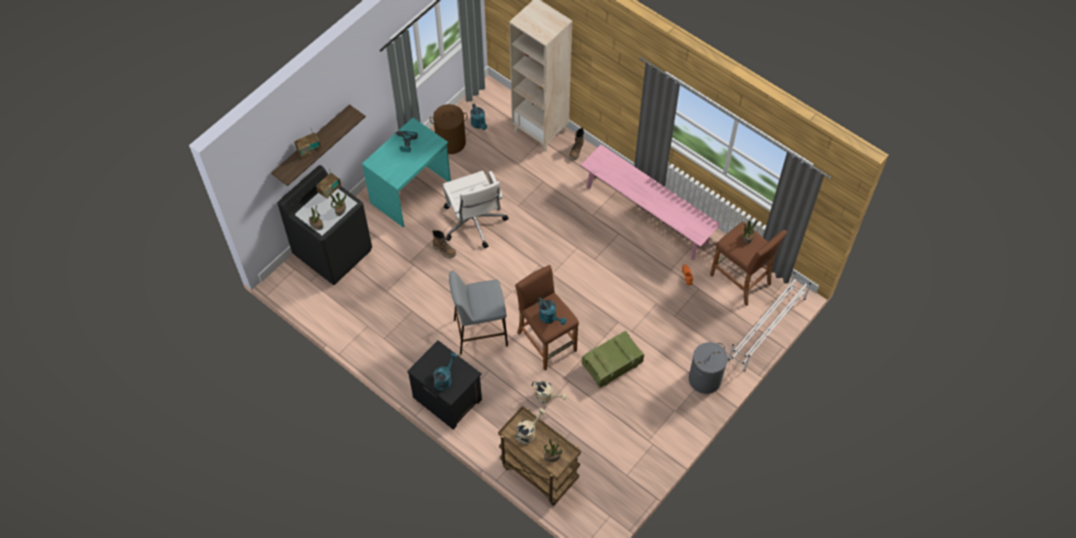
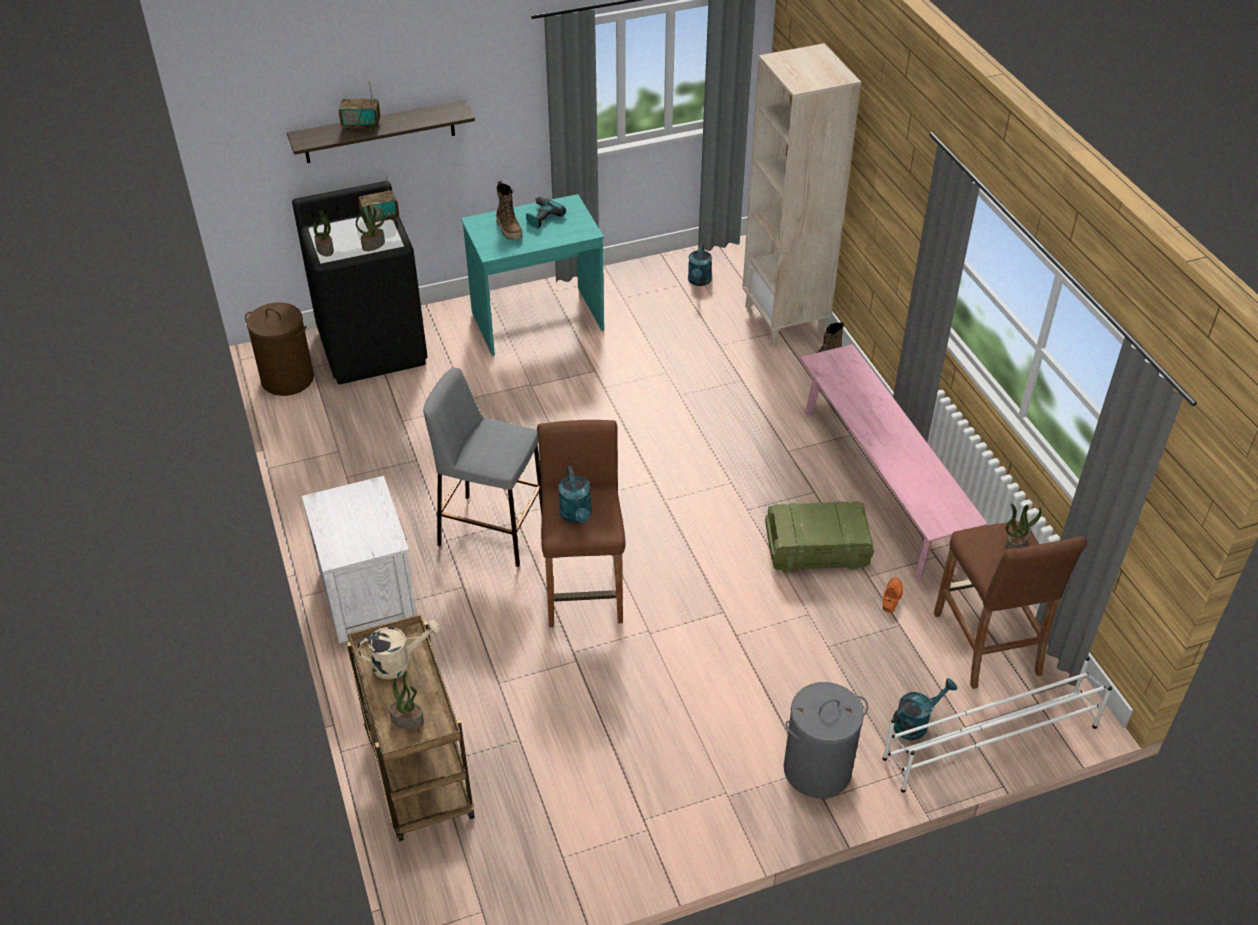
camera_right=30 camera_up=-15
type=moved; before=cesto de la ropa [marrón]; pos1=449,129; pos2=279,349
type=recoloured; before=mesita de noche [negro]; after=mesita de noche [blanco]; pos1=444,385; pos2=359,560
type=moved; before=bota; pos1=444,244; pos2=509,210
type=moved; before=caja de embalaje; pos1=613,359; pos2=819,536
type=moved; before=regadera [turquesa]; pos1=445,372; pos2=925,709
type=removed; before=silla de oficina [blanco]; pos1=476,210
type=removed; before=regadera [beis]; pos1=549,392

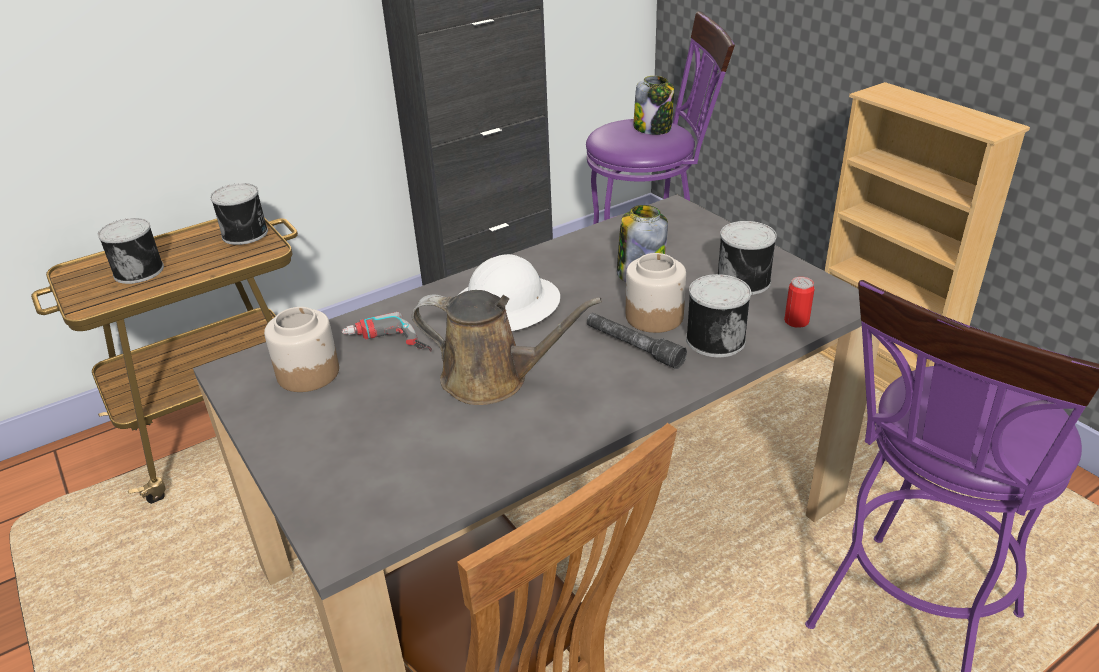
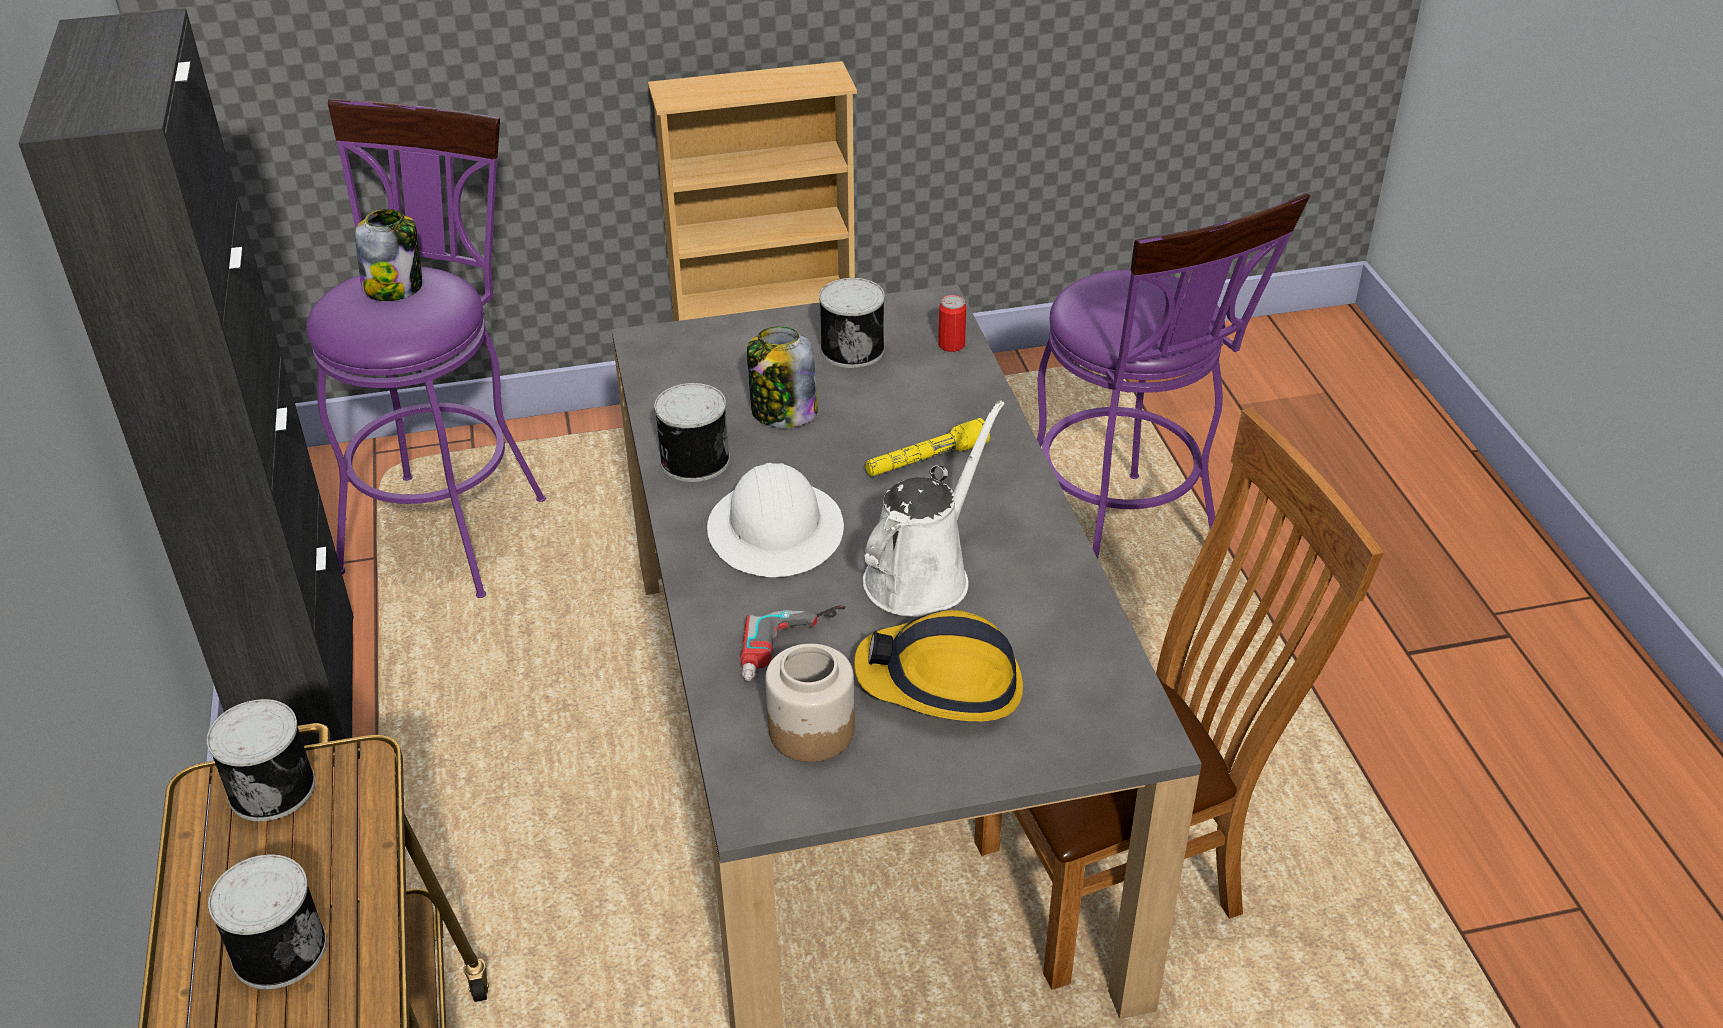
camera_right=-70 camera_up=5
type=moved; before=lata; pos1=718,315; pos2=692,432
type=added; after=casco; pos2=938,666
type=recoloured; before=regadera [marrón]; after=regadera [blanco]; pos1=507,347; pos2=934,508
type=recoloured; before=linterna [gris]; after=linterna [amarillo]; pos1=637,341; pos2=927,447
type=removed; before=tarro; pos1=656,293

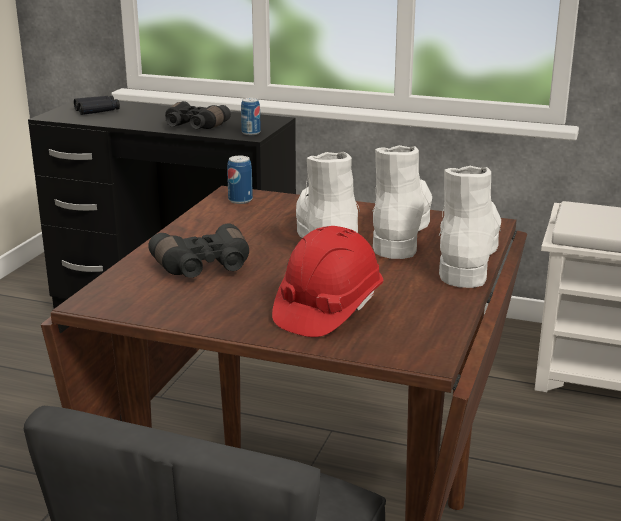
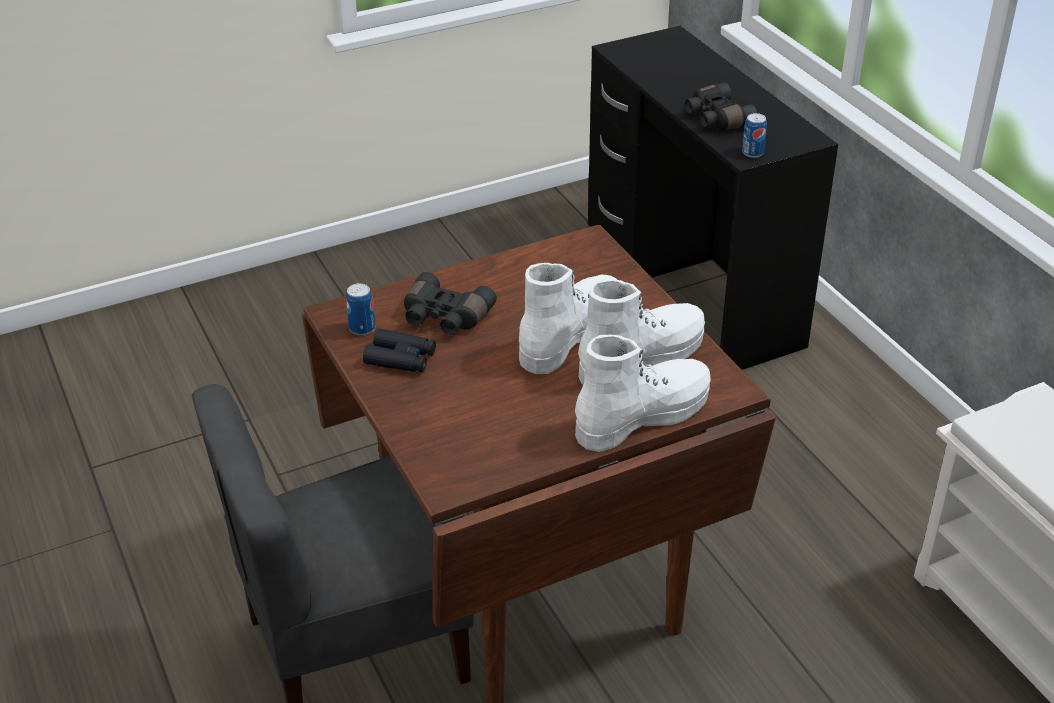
camera_right=45 camera_up=15
type=moved; before=lata; pos1=240,180; pos2=360,309
type=moved; before=prismáticos [negro]; pos1=97,105; pos2=399,350
type=removed; before=casco [rojo]; pos1=327,281

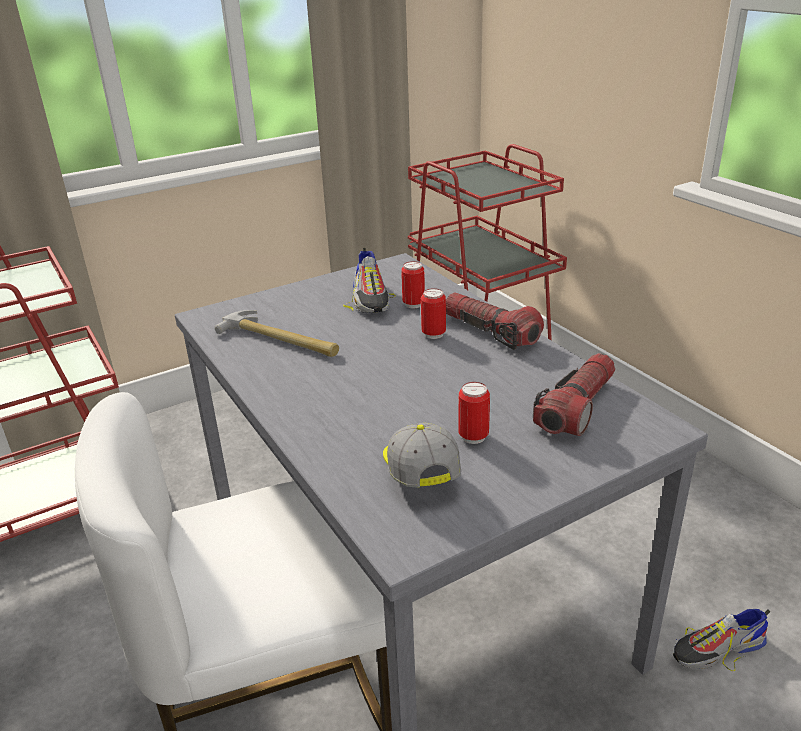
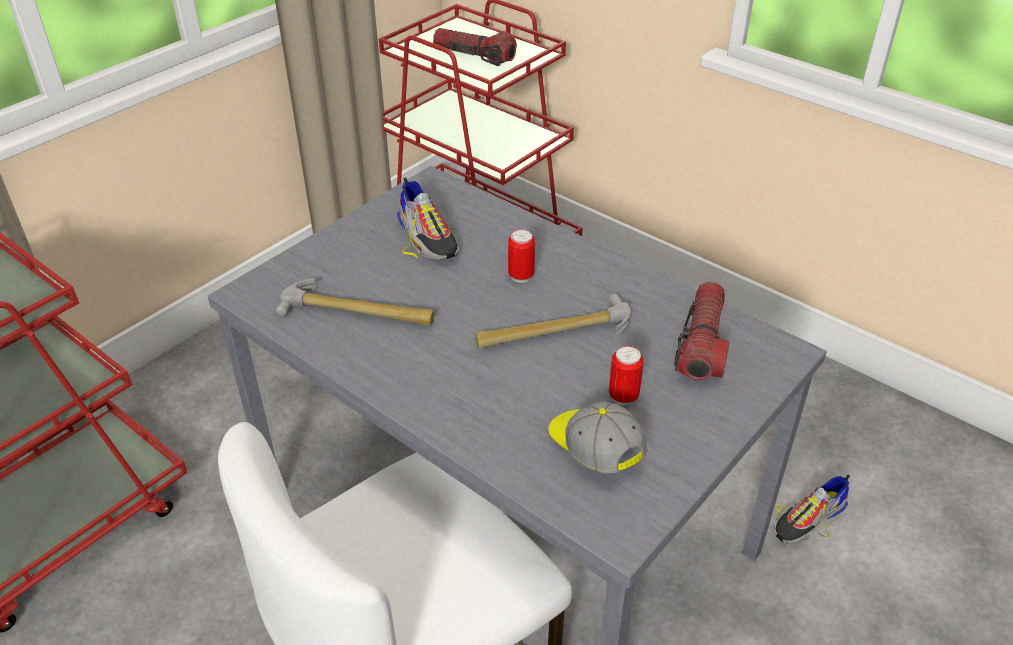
camera_right=-20 camera_up=10
type=moved; before=linterna; pos1=495,321; pos2=475,47
type=added; after=martillo; pos2=553,321
type=removed; before=lata; pos1=413,284

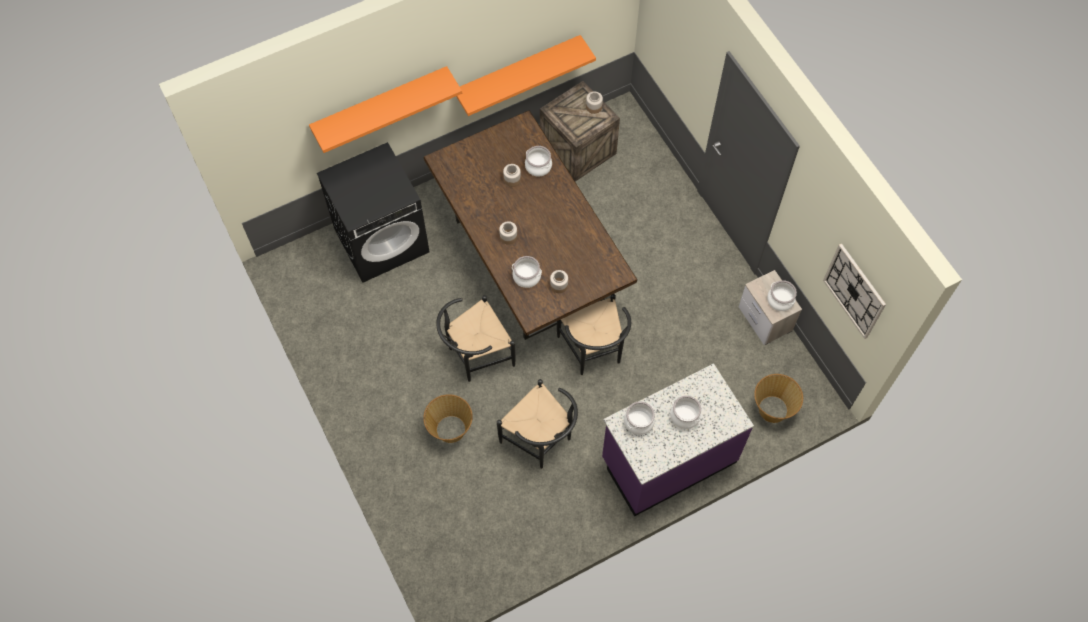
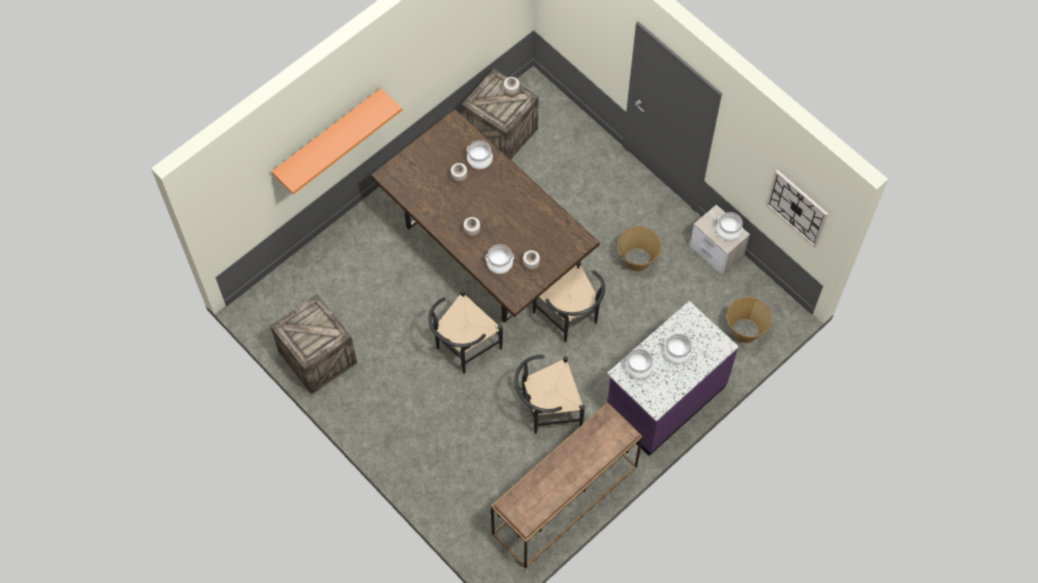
camera_right=-15 camera_up=0
type=added; after=caja de embalaje; pos2=313,344
type=added; after=mesa consola [marrón]; pos2=567,485
type=turned; before=silla [negro]; pos1=537,424; pos2=549,394; turn=135
type=moved; before=cesta; pos1=448,418; pos2=639,248
type=removed; before=lavadora [negro]; pos1=373,212
type=removed; before=estante [naranja]; pos1=526,75

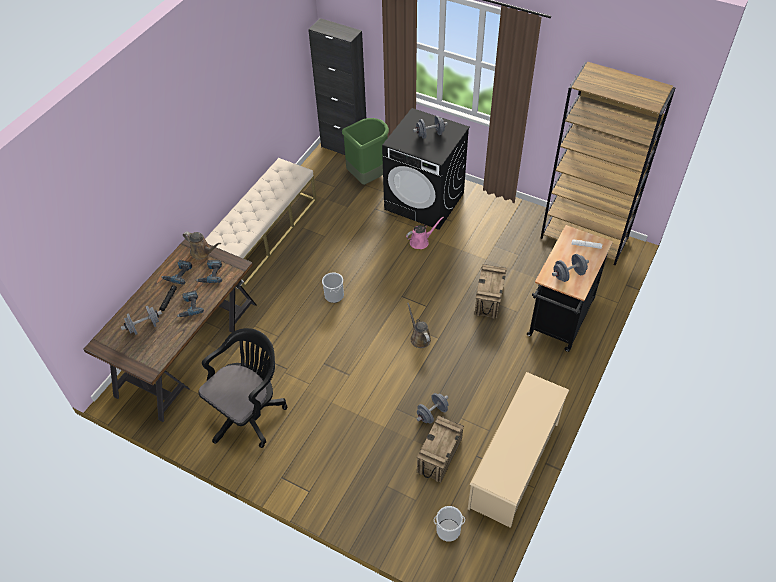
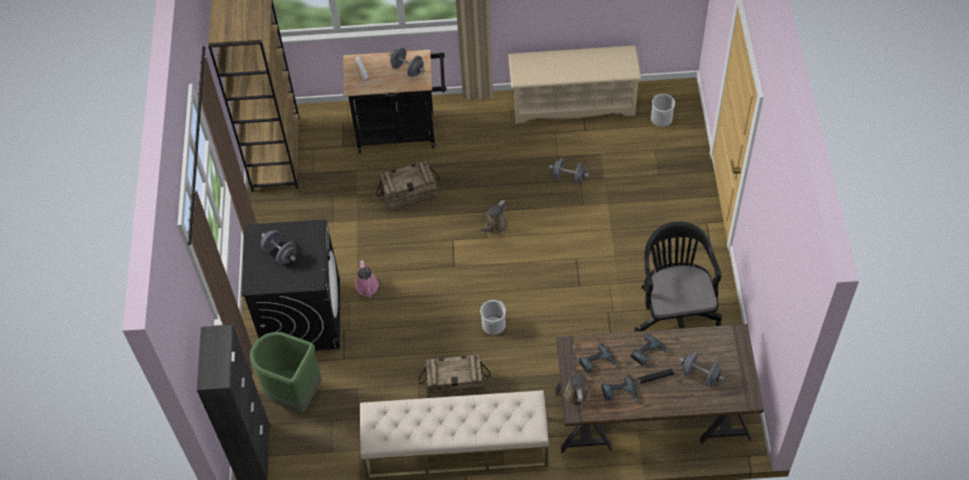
camera_right=-120 camera_up=5
type=turned; before=regadera [rosa]; pos1=425,233; pos2=367,279; turn=-135
type=moved; before=caja de embalaje; pos1=440,449; pos2=455,376
type=turned; before=silla de oficina [negro]; pos1=243,388; pos2=678,276; turn=75

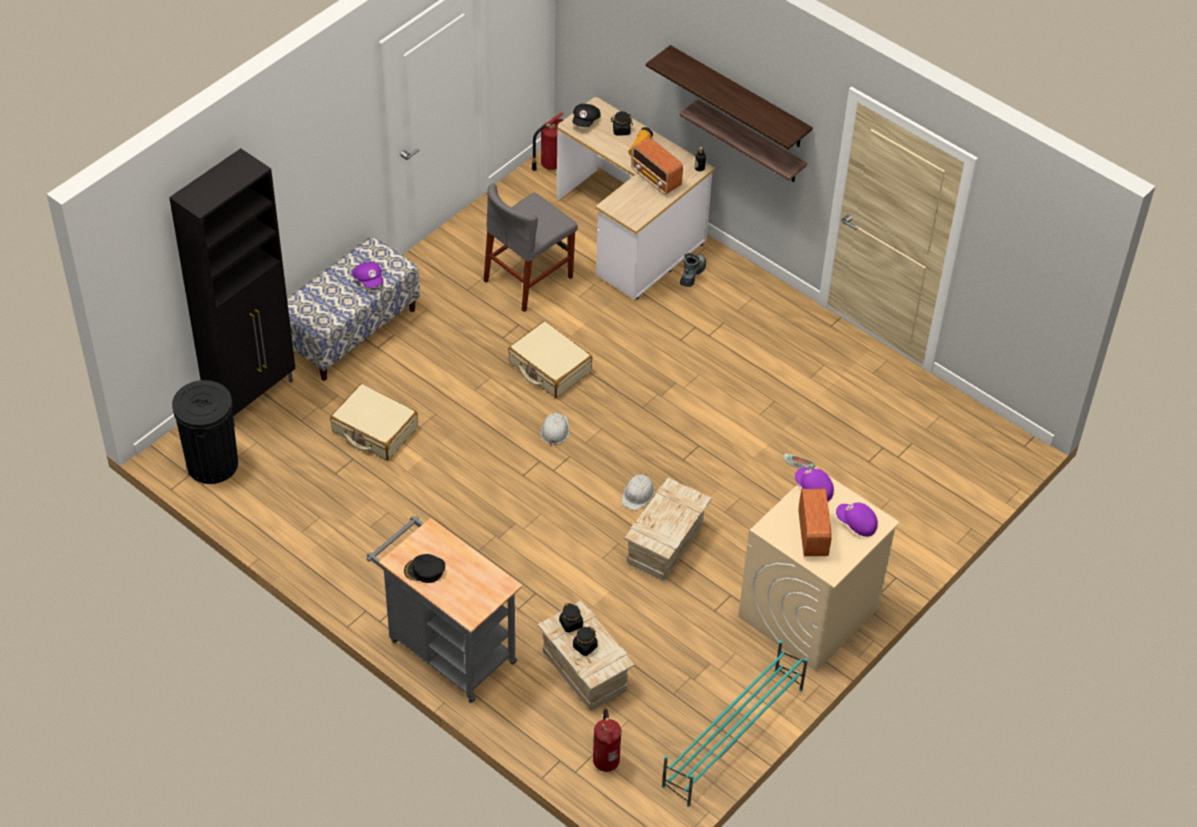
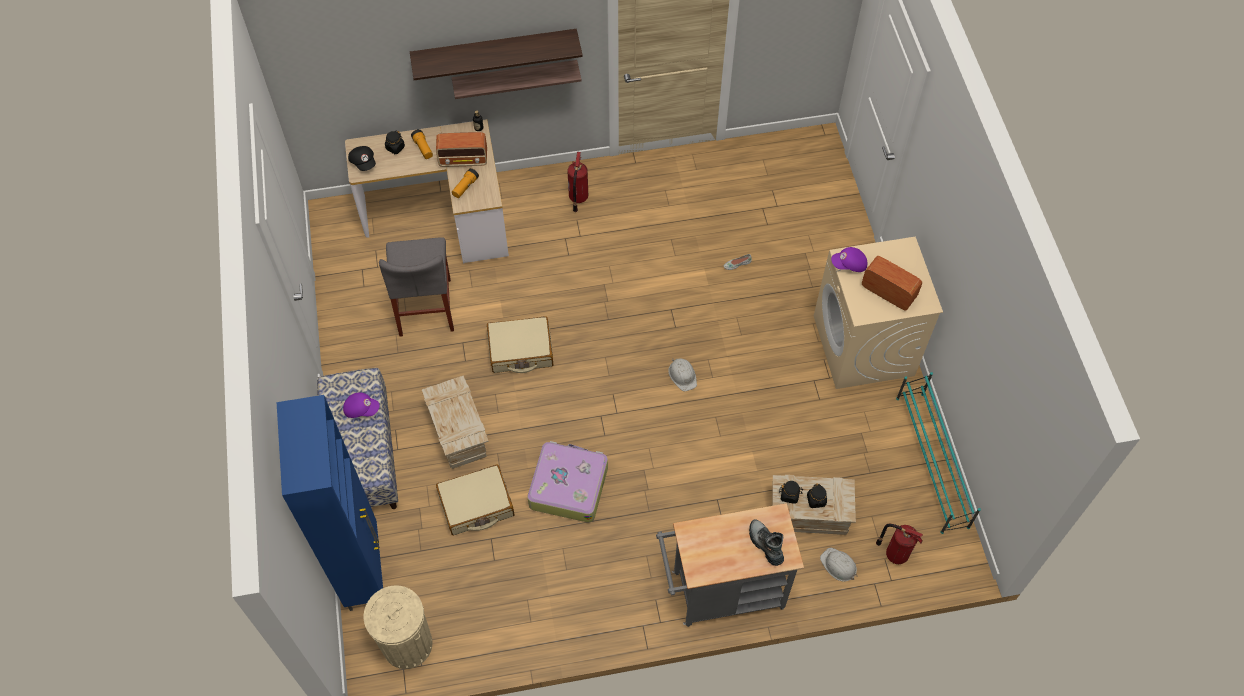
camera_right=-50 camera_up=10
type=recoloured; before=armario [negro]; after=armario [azul]; pos1=232,287; pos2=330,503
type=recoloured; before=papelera [negro]; after=papelera [beis]; pos1=205,432; pos2=398,627
type=moved; before=caja de embalaje; pos1=668,529; pos2=455,422
type=added; after=linterna; pos2=465,183
type=added; after=maleta; pos2=567,481
type=moved; before=extintor; pos1=548,141; pos2=577,182
type=moved; before=bota; pos1=693,270; pos2=766,542
type=moved; before=casco [blanco]; pos1=555,429; pos2=839,564
type=removed; before=gorra [negro]; pos1=424,568
type=removed; before=gorra [morado]; pos1=857,520

